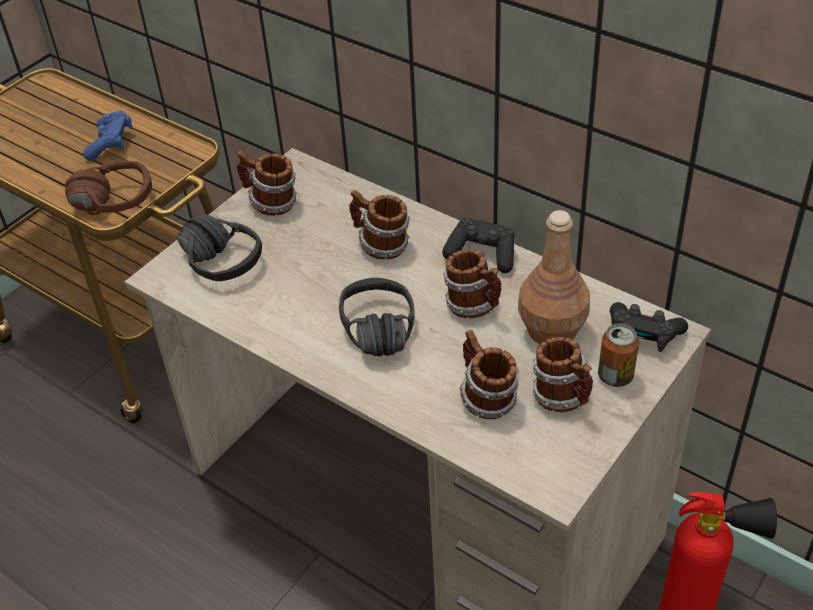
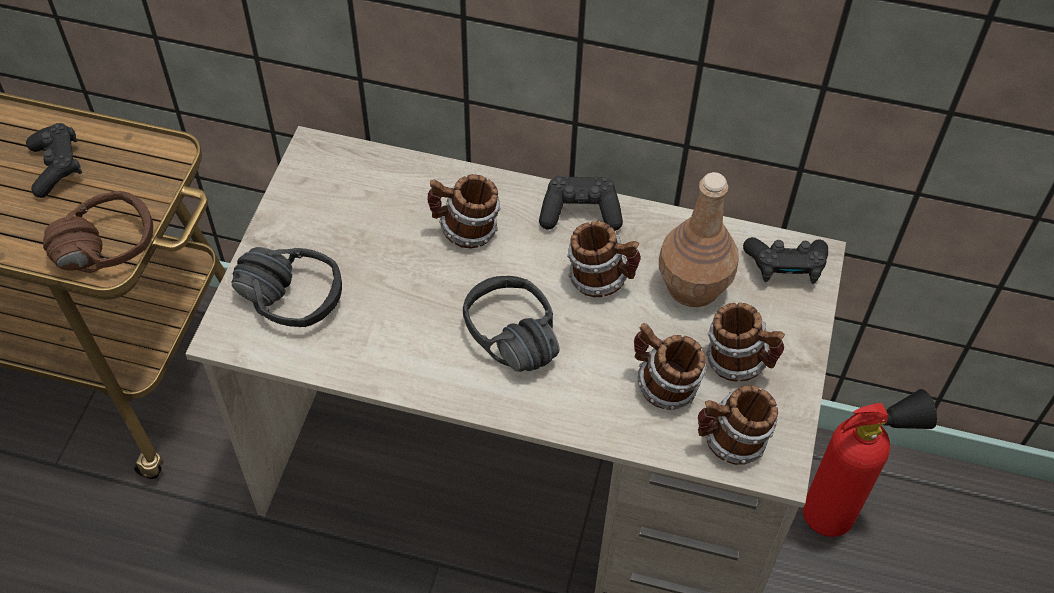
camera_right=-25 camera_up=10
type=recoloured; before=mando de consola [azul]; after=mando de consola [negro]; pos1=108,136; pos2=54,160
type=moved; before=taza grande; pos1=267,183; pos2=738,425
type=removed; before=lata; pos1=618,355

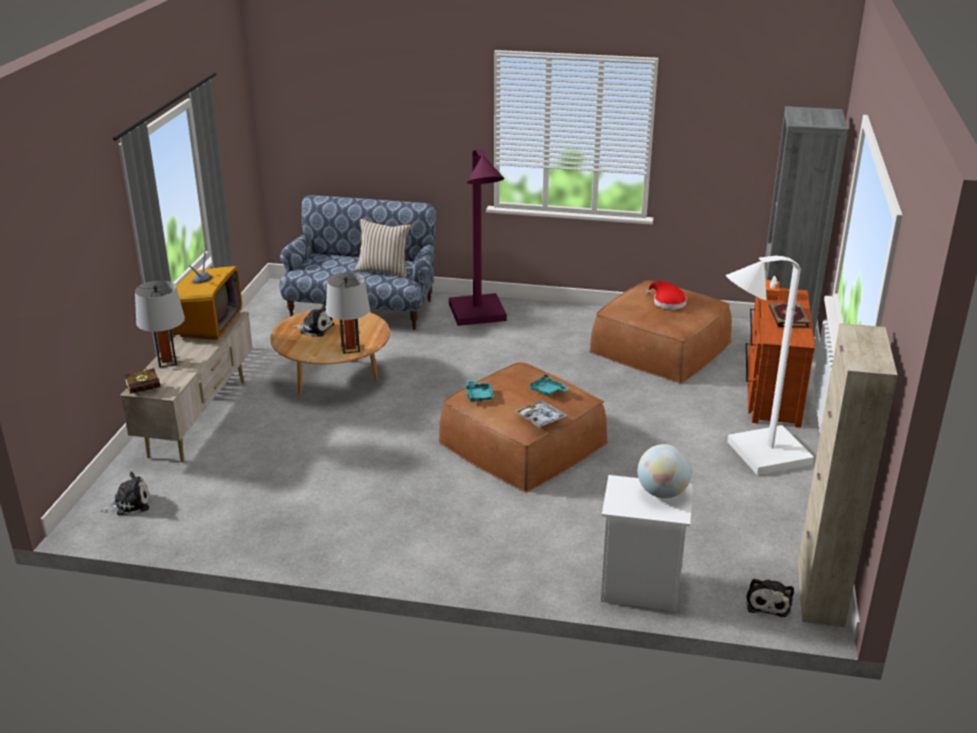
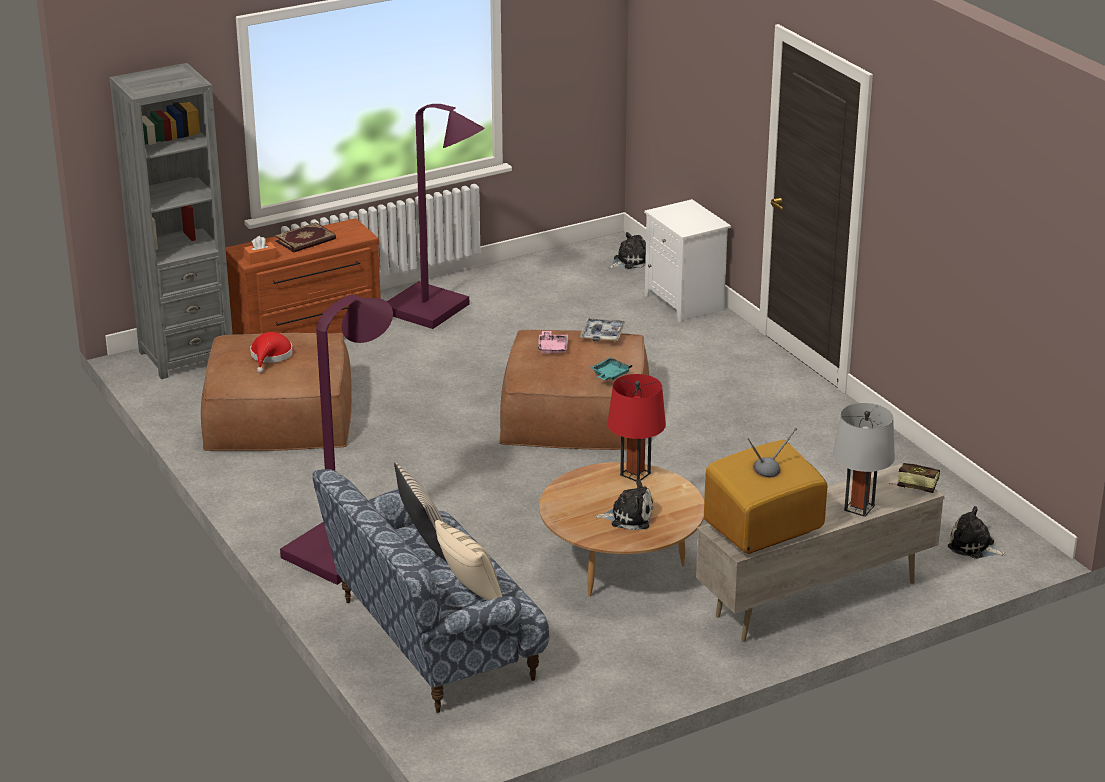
camera_right=-130 camera_up=0
type=recoloured; before=lámpara de pie [blanco]; after=lámpara de pie [morado]; pos1=770,365; pos2=436,216
type=added; after=cojín [beis]; pos2=469,560
type=recoloured; before=bandeja [turquesa]; after=bandeja [rosa]; pos1=548,385; pos2=553,342
type=turned; before=peluche; pos1=313,320; pos2=624,504; turn=120
type=recoloured; before=lámpara de mesa [gris]; after=lámpara de mesa [rojo]; pos1=348,313; pos2=636,428
type=removed; before=globo terráqueo; pos1=665,471
type=removed; before=armario [beis]; pos1=848,475

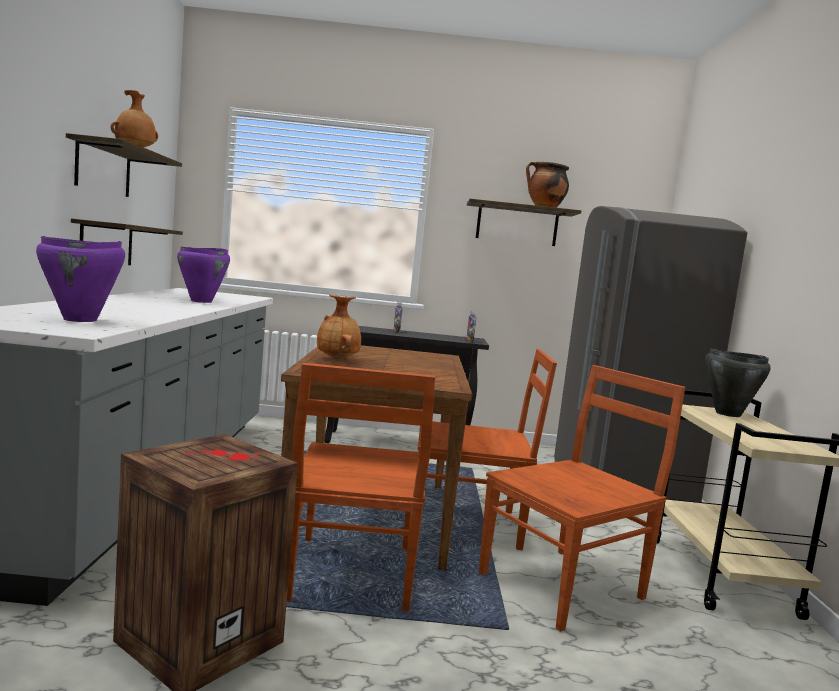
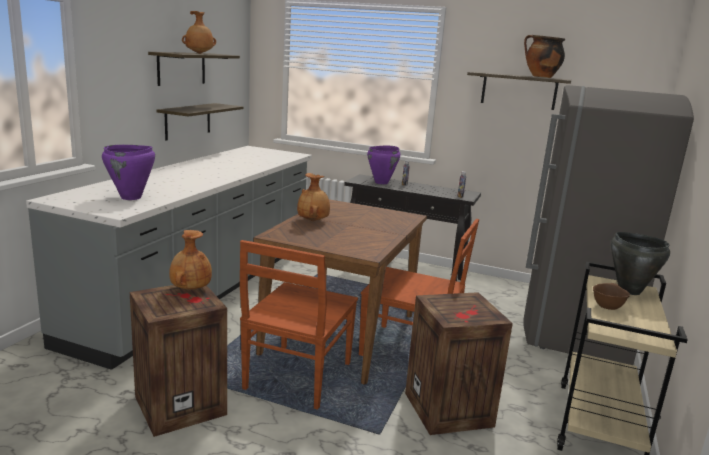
camera_right=20 camera_up=10
type=added; after=florero [marrón]; pos2=190,260
type=moved; before=olla [morado]; pos1=203,275; pos2=384,165
type=replaced; before=silla [marrón]; after=caja de embalaje; pos1=582,498; pos2=459,363
type=added; after=cuenco [marrón]; pos2=611,296

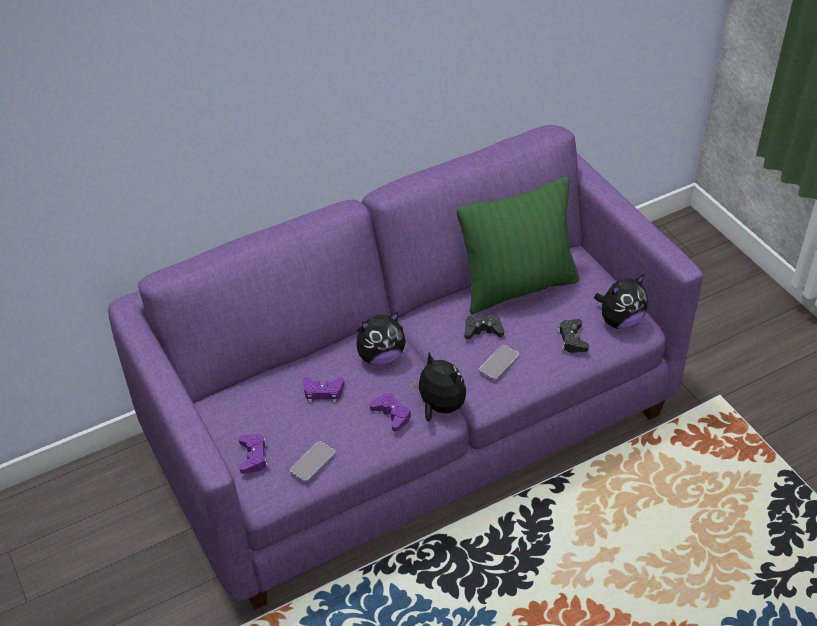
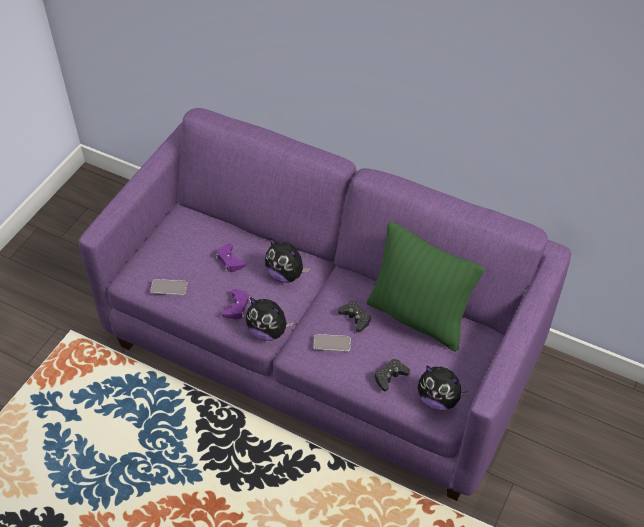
camera_right=55 camera_up=5
type=turned; before=peluche; pos1=438,387; pos2=270,319; turn=105
type=removed; before=mando de consola [morado]; pos1=253,454

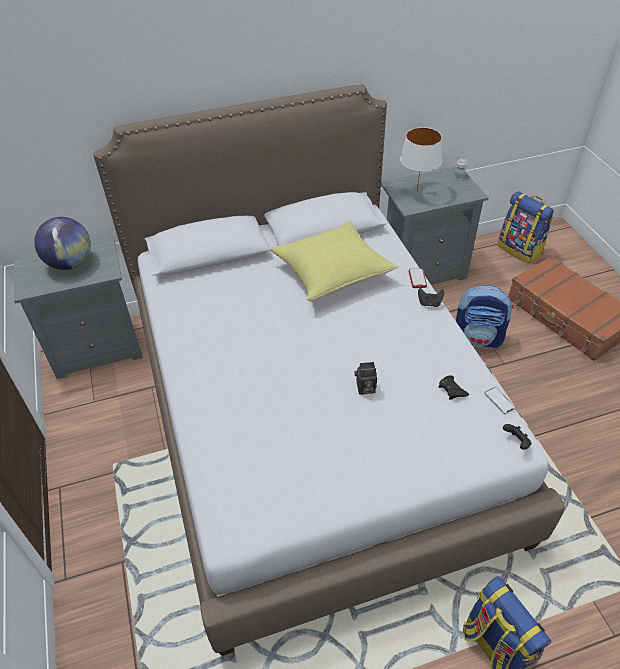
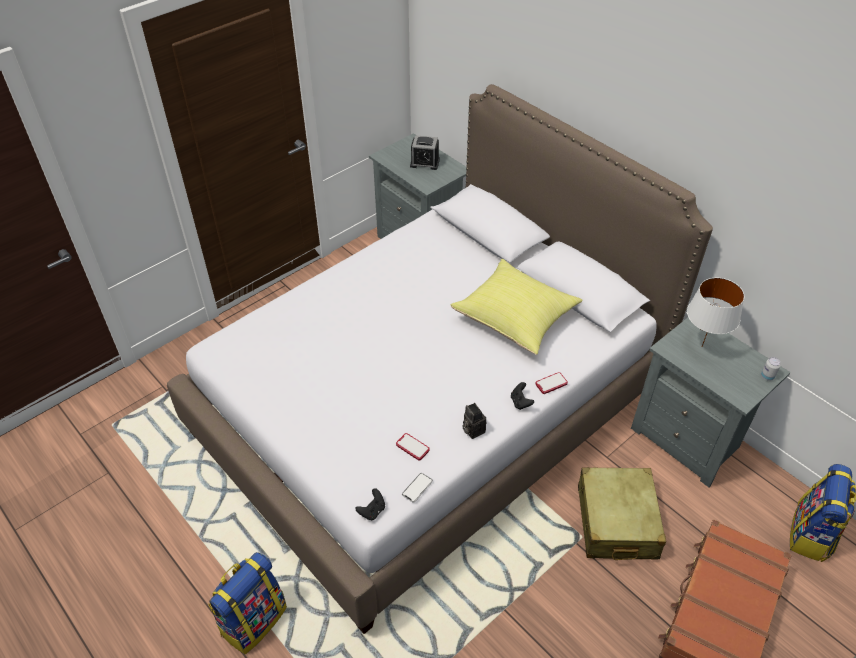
camera_right=65 camera_up=0
type=replaced; before=mando de consola [negro]; after=móvil; pos1=454,387; pos2=413,447
type=replaced; before=globo terráqueo; after=despertador; pos1=62,243; pos2=425,152
type=moved; before=cámara; pos1=366,378; pos2=474,421
type=replaced; before=mochila; after=maleta [beis]; pos1=485,316; pos2=622,513

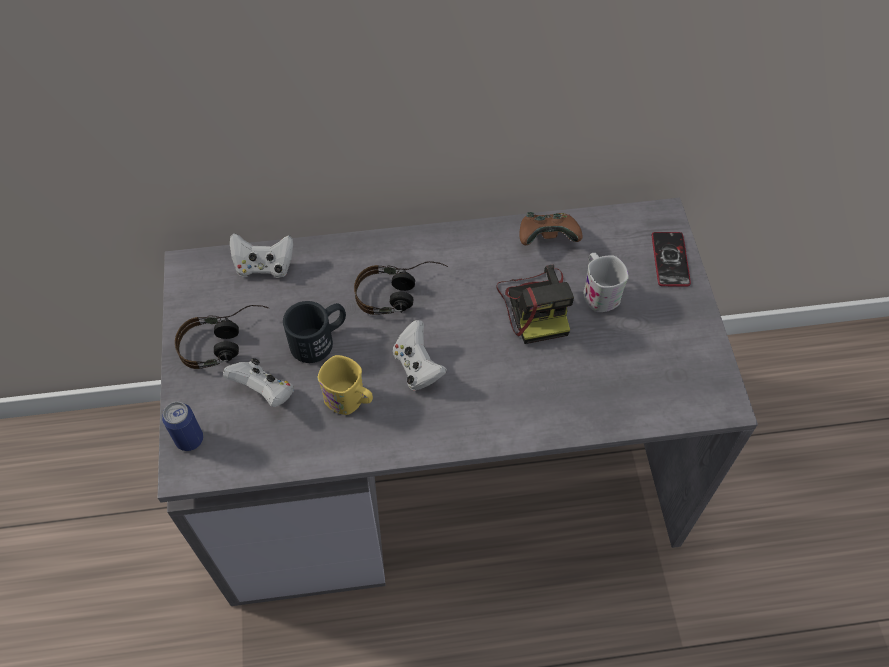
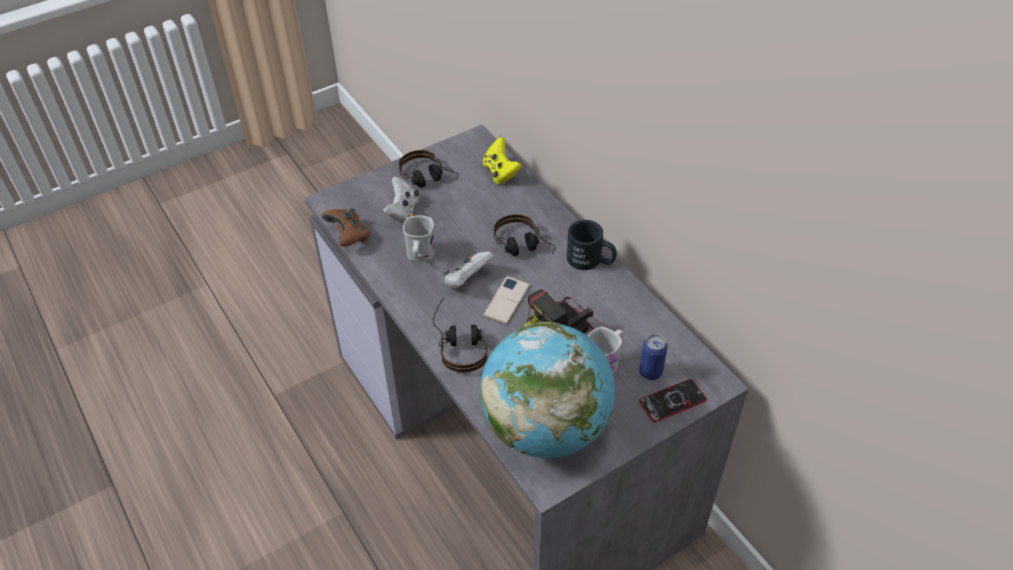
camera_right=65 camera_up=-10
type=moved; before=mando de consola [marrón]; pos1=551,228; pos2=345,227
type=recoloured; before=taza grande [amarillo]; after=taza grande [blanco]; pos1=345,385; pos2=419,238
type=added; after=auriculares; pos2=460,335
type=added; after=globo terráqueo; pos2=547,390
type=recoloured; before=mando de consola [blanco]; after=mando de consola [amarillo]; pos1=261,255; pos2=502,160
type=added; after=móvil; pos2=506,300
type=moved; before=taza grande [negro]; pos1=314,332; pos2=592,245
type=moved; before=lata; pos1=182,426; pos2=653,357

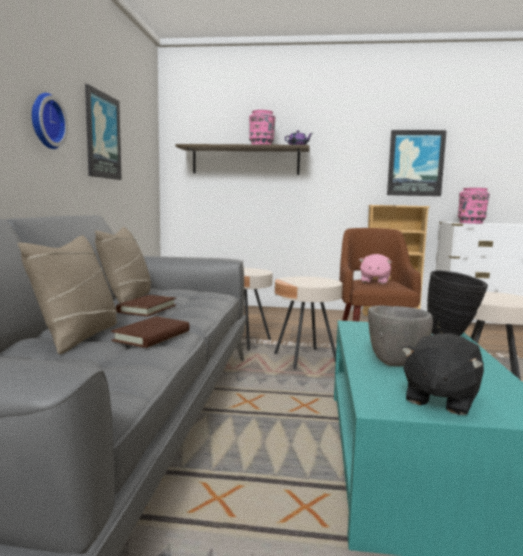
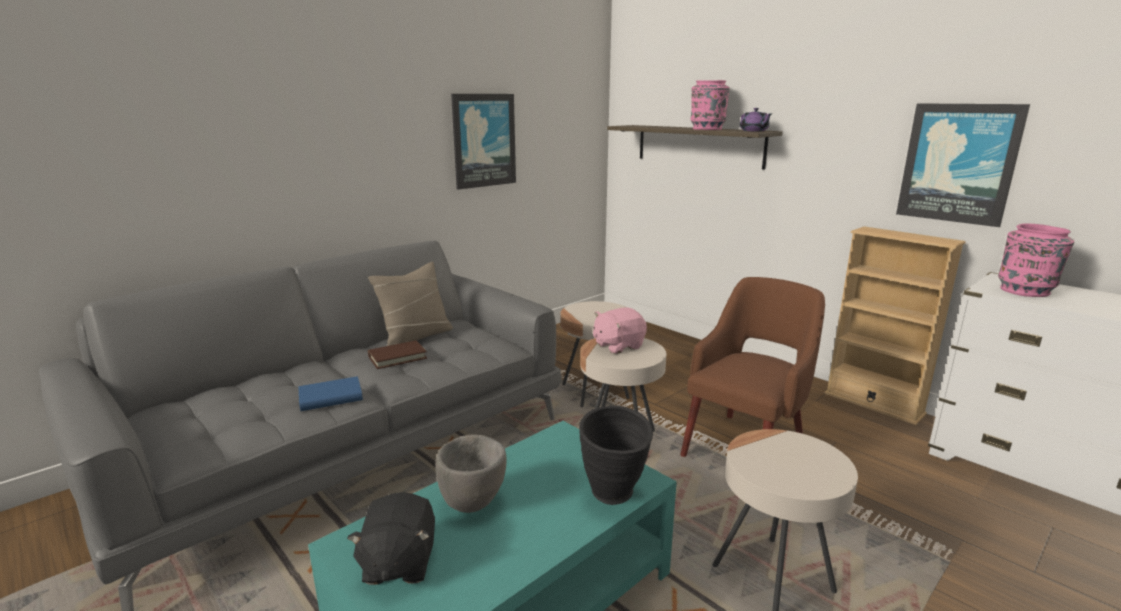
camera_right=40 camera_up=10
type=recoloured; before=libro [marrón]; after=libro [azul]; pos1=150,332; pos2=330,393
type=turned; before=peluche [negro]; pos1=442,374; pos2=391,538; turn=-75
type=moved; before=peluche [rosa]; pos1=375,269; pos2=620,330
type=removed; before=cojín [beis]; pos1=67,294
type=removed; before=reloj de pared; pos1=50,121

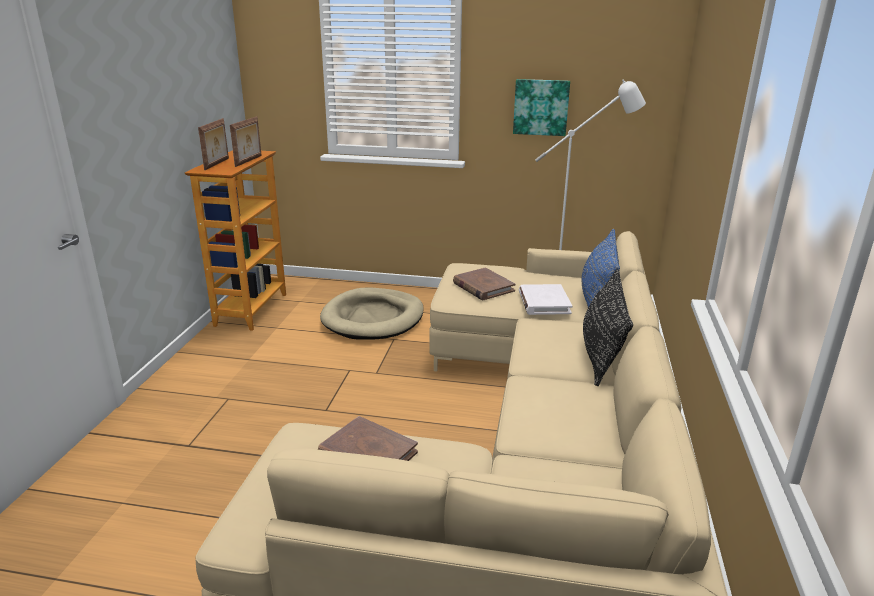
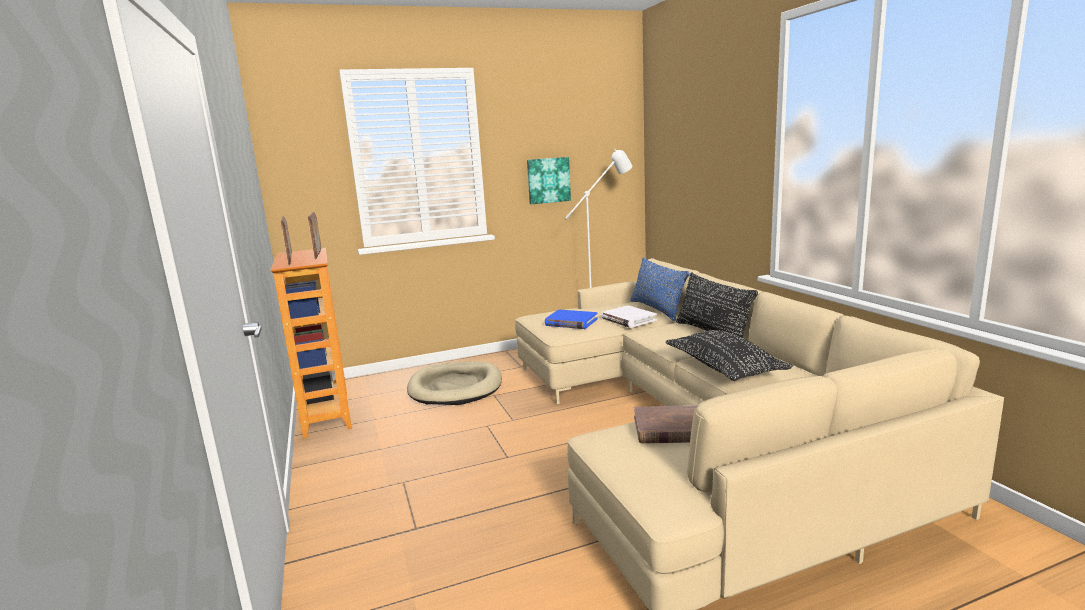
camera_right=-30 camera_up=-10
type=recoloured; before=libro [marrón]; after=libro [azul]; pos1=484,284; pos2=571,319
type=added; after=cojín [negro]; pos2=729,355

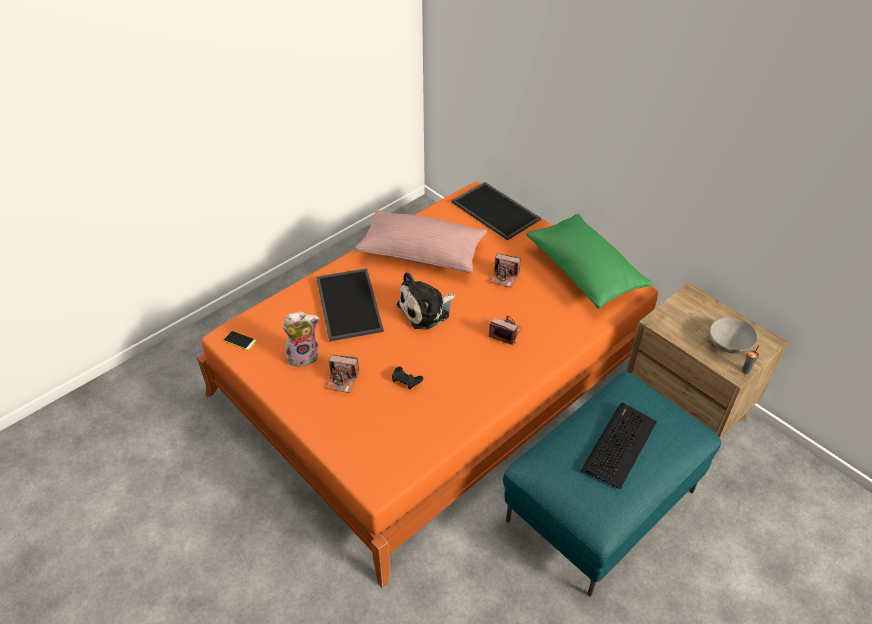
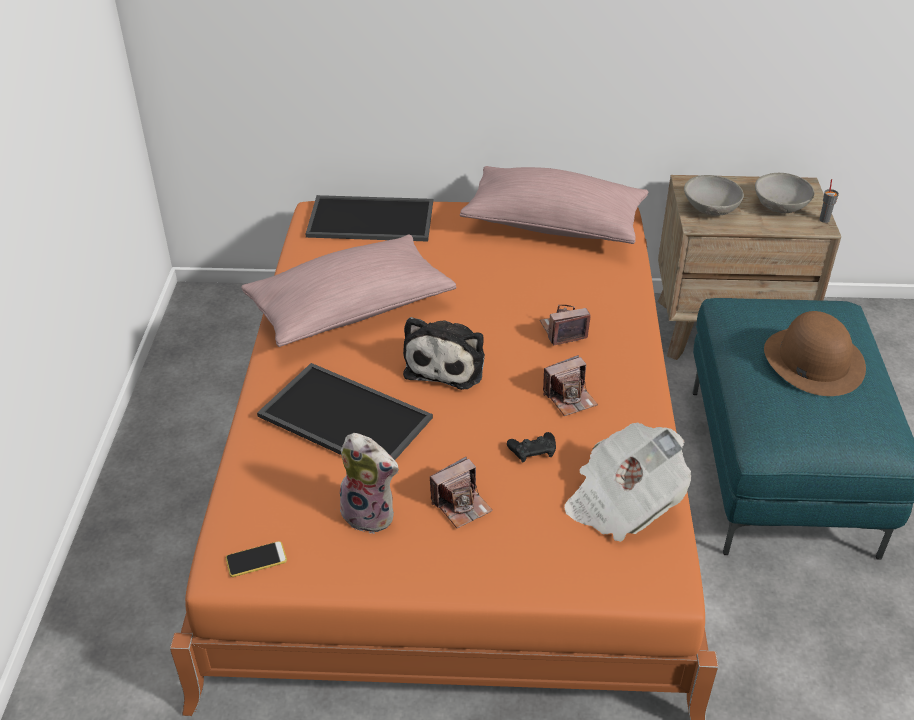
camera_right=-45 camera_up=-5
type=turned; before=peluche; pos1=301,339; pos2=369,483; turn=90
type=recoloured; before=cojín [verde]; after=cojín [rosa]; pos1=589,261; pos2=554,205
type=moved; before=cámara; pos1=505,270; pos2=570,385
type=added; after=periódico; pos2=627,482
type=added; after=cuenco [gris]; pos2=714,195
type=replaced; before=teclado; after=sombrero [marrón]; pos1=619,446; pos2=815,353

